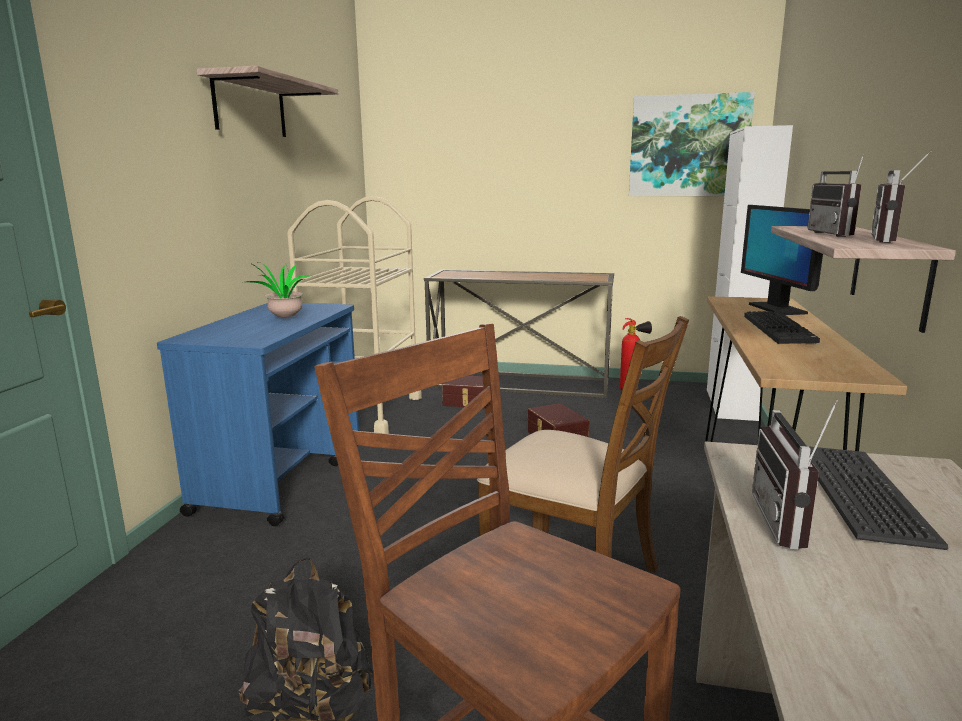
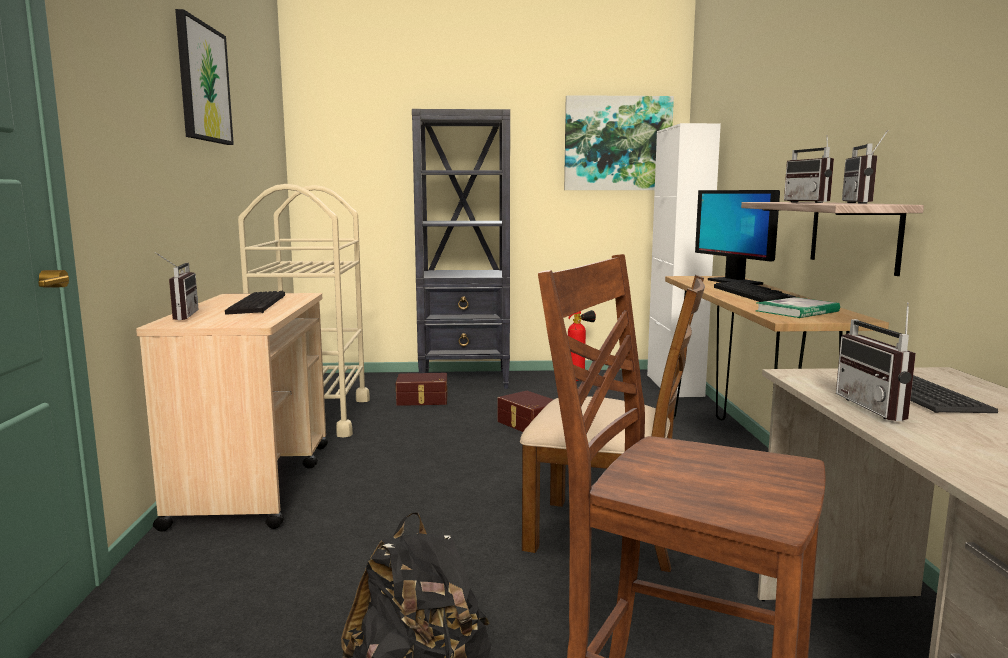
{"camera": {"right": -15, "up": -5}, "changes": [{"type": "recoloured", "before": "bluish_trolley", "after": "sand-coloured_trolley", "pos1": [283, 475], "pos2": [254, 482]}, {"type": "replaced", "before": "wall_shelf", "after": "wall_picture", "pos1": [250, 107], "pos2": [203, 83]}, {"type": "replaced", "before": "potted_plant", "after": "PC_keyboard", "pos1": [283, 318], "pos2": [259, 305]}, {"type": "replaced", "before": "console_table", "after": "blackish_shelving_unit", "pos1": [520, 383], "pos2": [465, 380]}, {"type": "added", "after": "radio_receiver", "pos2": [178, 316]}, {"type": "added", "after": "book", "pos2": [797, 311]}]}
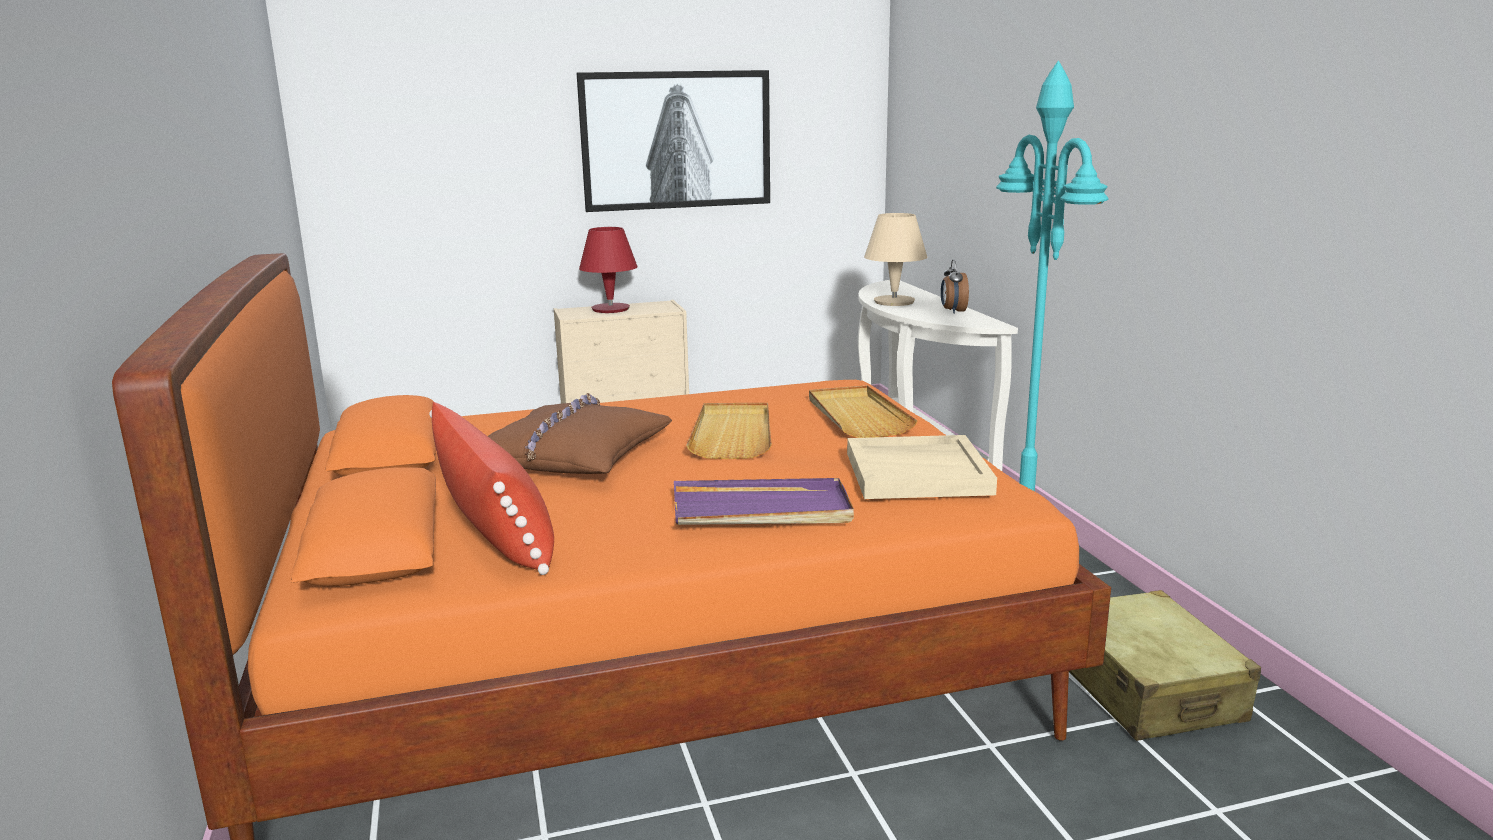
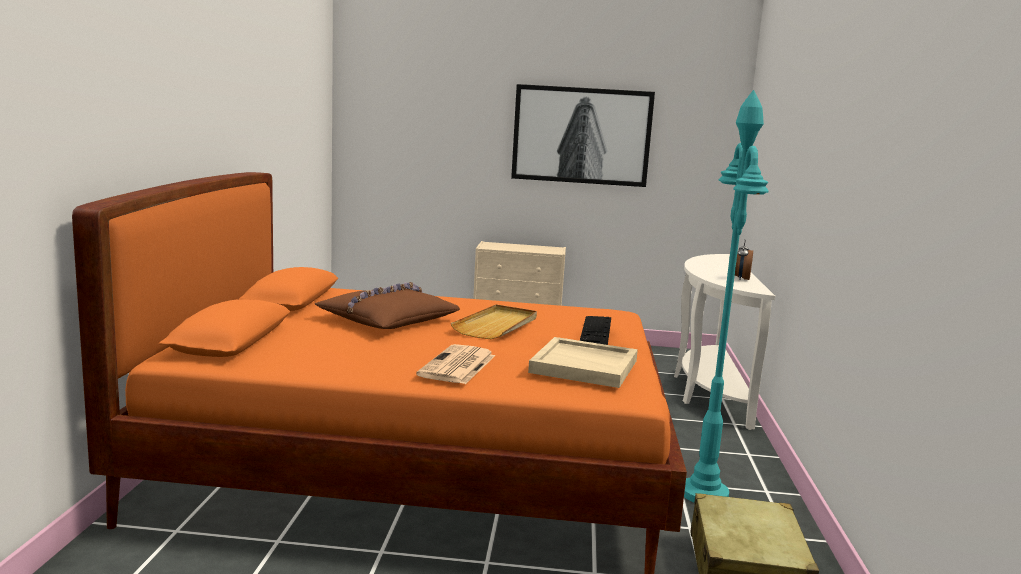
{"camera": {"right": 20, "up": -5}, "changes": [{"type": "removed", "before": "red-coloured_throw_pillow", "pos1": [496, 530]}, {"type": "removed", "before": "red-coloured_lamp_for_a_table", "pos1": [610, 309]}, {"type": "replaced", "before": "purple_serving_tray", "after": "printed_paper", "pos1": [761, 510], "pos2": [457, 366]}, {"type": "replaced", "before": "sand-coloured_serving_tray", "after": "PC_keyboard", "pos1": [857, 416], "pos2": [596, 330]}, {"type": "removed", "before": "sand-coloured_lamp_for_a_table", "pos1": [894, 302]}]}
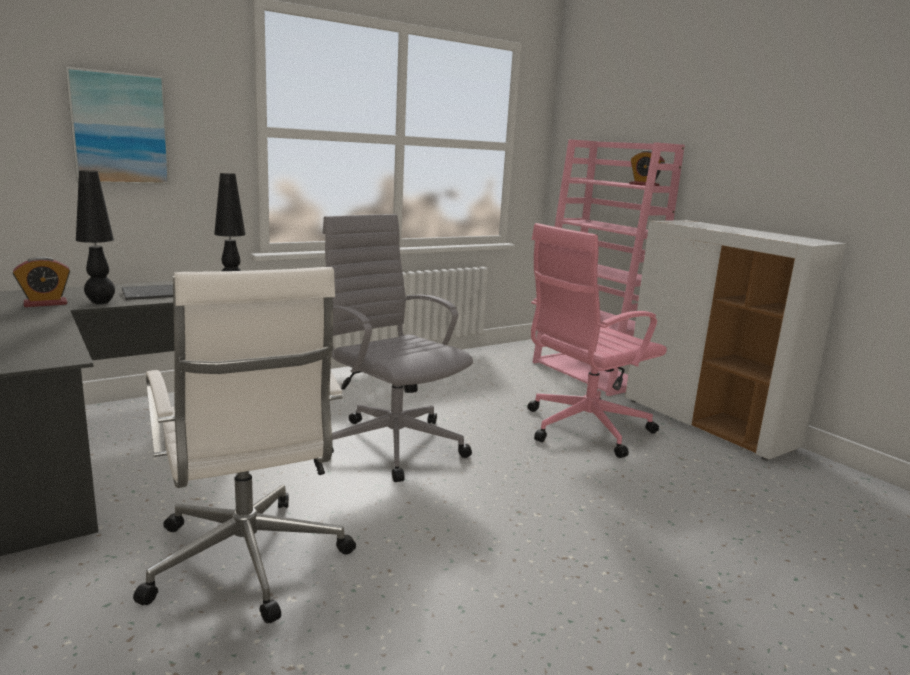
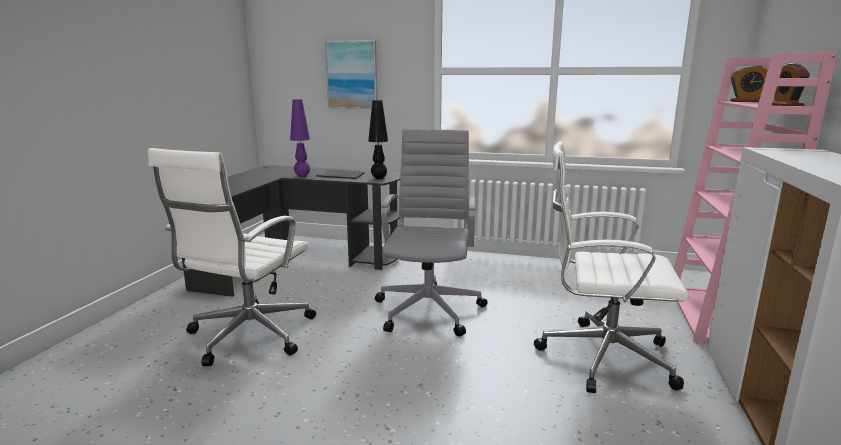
{"camera": {"right": 50, "up": 0}, "changes": [{"type": "moved", "before": "bedside_clock", "pos1": [45, 303], "pos2": [747, 101]}, {"type": "recoloured", "before": "blackish_lamp_for_a_table", "after": "purple_lamp_for_a_table", "pos1": [100, 303], "pos2": [302, 176]}, {"type": "recoloured", "before": "pink-coloured_computer_chair", "after": "white-coloured_computer_chair", "pos1": [583, 429], "pos2": [601, 356]}]}
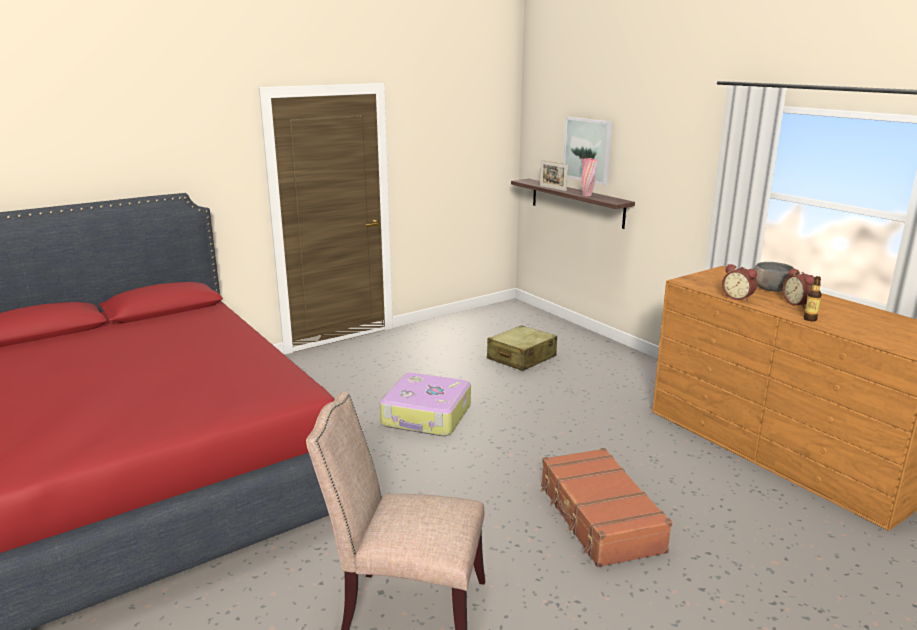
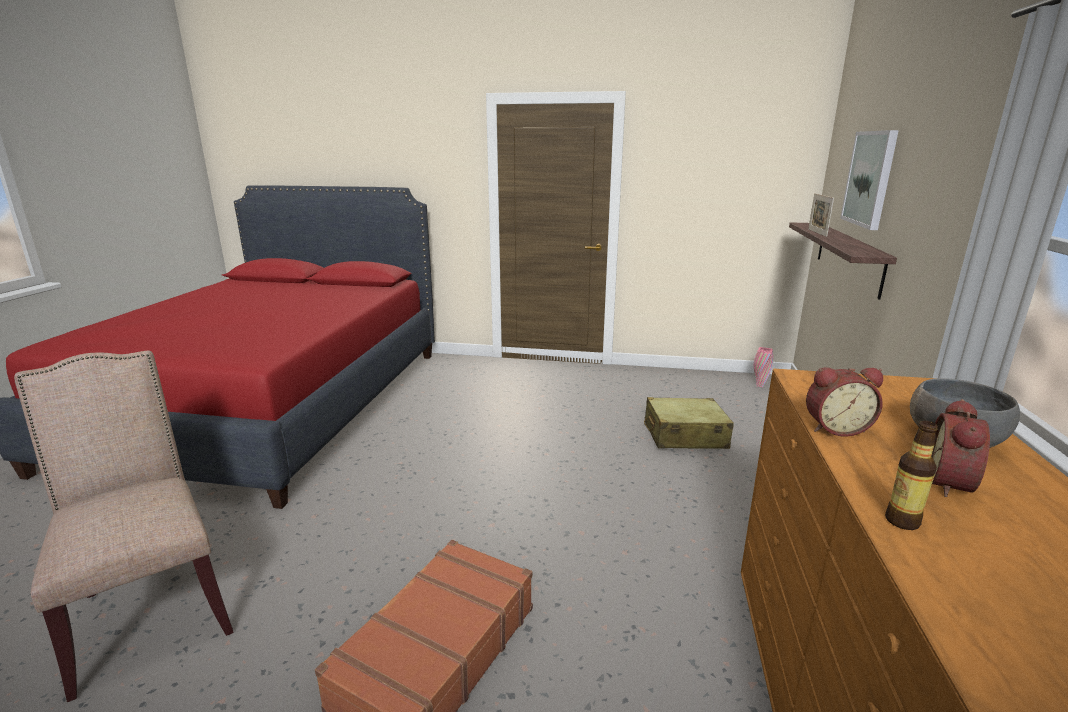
{"camera": {"right": 45, "up": 0}, "changes": [{"type": "removed", "before": "suitcase", "pos1": [427, 416]}, {"type": "moved", "before": "pink-coloured_vase", "pos1": [587, 195], "pos2": [759, 385]}, {"type": "turned", "before": "bedside_clock", "pos1": [738, 297], "pos2": [835, 428], "turn": -90}]}
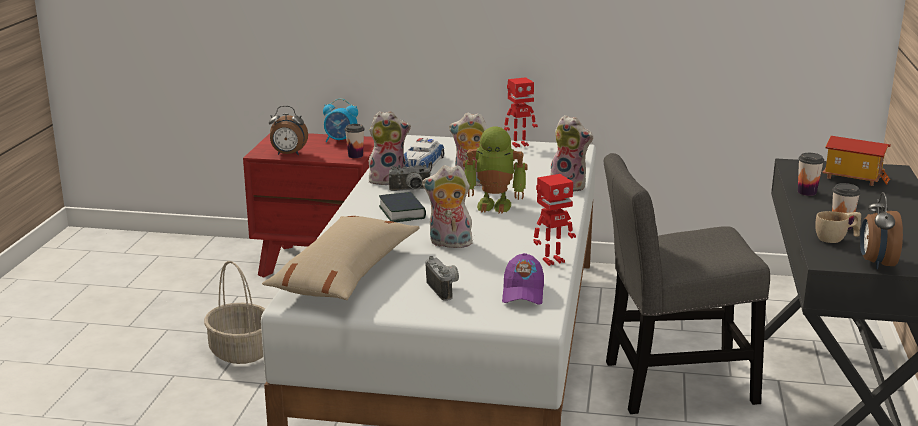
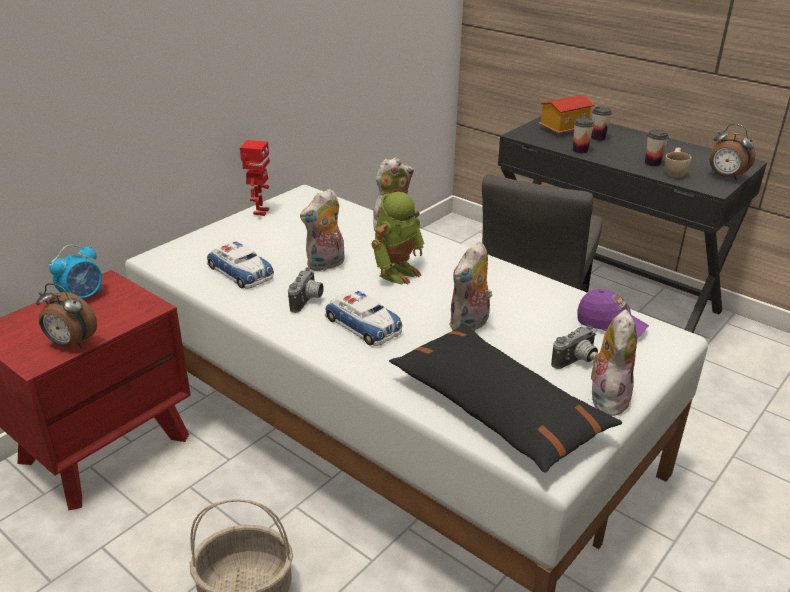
{"camera": {"right": -60, "up": 10}, "changes": [{"type": "recoloured", "before": "sand-coloured_throw_pillow", "after": "blackish_throw_pillow", "pos1": [345, 274], "pos2": [497, 409]}, {"type": "turned", "before": "bedside_clock", "pos1": [288, 154], "pos2": [71, 344], "turn": 75}, {"type": "moved", "before": "drinking_cup", "pos1": [355, 155], "pos2": [598, 138]}, {"type": "moved", "before": "plush_toy", "pos1": [388, 179], "pos2": [606, 397]}, {"type": "replaced", "before": "book", "after": "toy_car", "pos1": [402, 212], "pos2": [363, 325]}, {"type": "turned", "before": "photo_camera", "pos1": [445, 289], "pos2": [577, 361], "turn": 135}, {"type": "removed", "before": "model_robot", "pos1": [552, 260]}]}
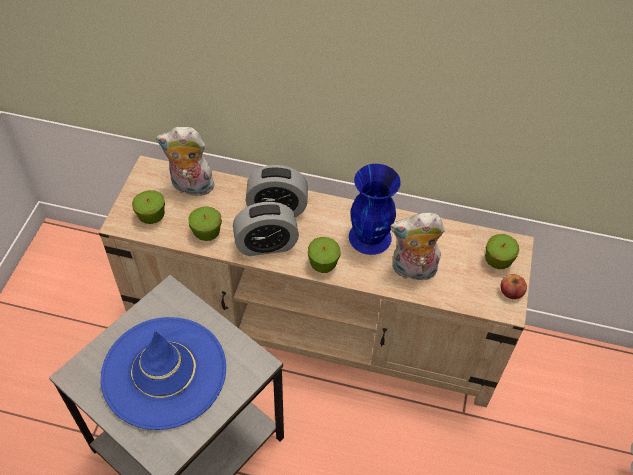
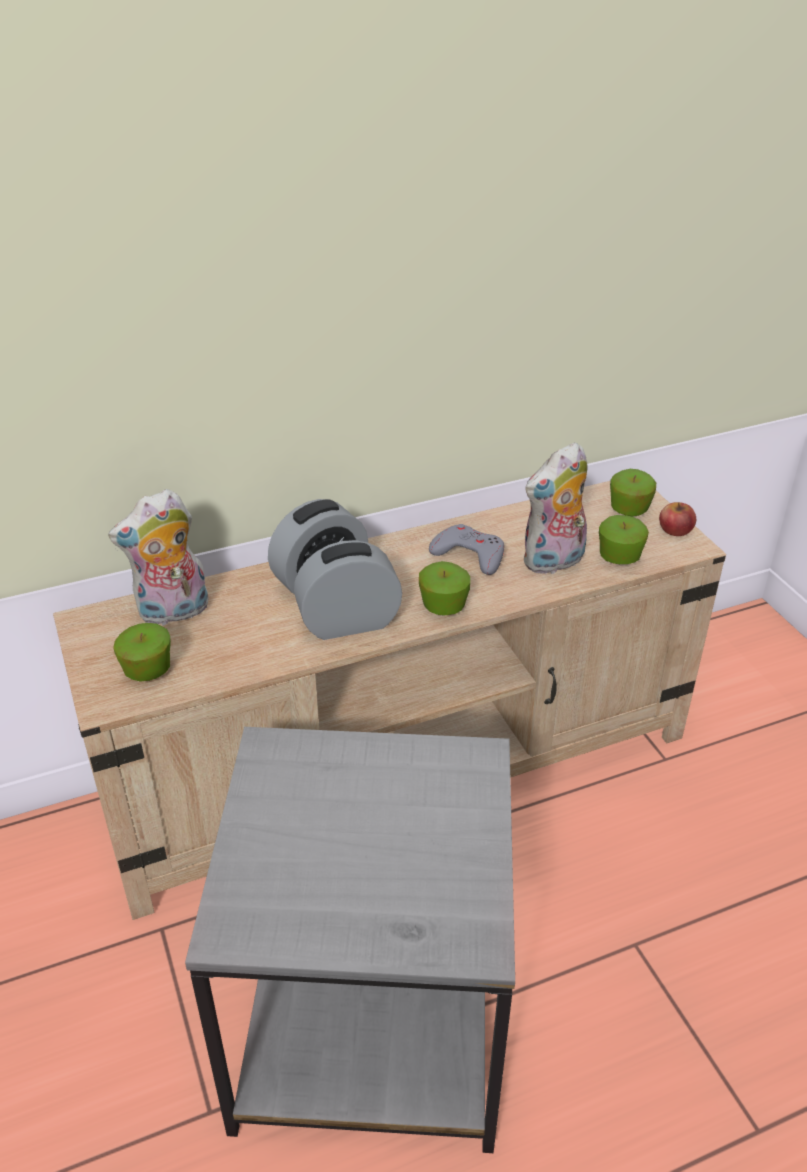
{"camera": {"right": -35, "up": -15}, "changes": [{"type": "removed", "before": "bluish_hat", "pos1": [164, 372]}, {"type": "moved", "before": "apple", "pos1": [207, 232], "pos2": [619, 557]}, {"type": "turned", "before": "bedside_clock", "pos1": [266, 245], "pos2": [349, 623], "turn": -150}, {"type": "replaced", "before": "bluish_vase", "after": "grey_gamepad", "pos1": [370, 237], "pos2": [469, 554]}]}
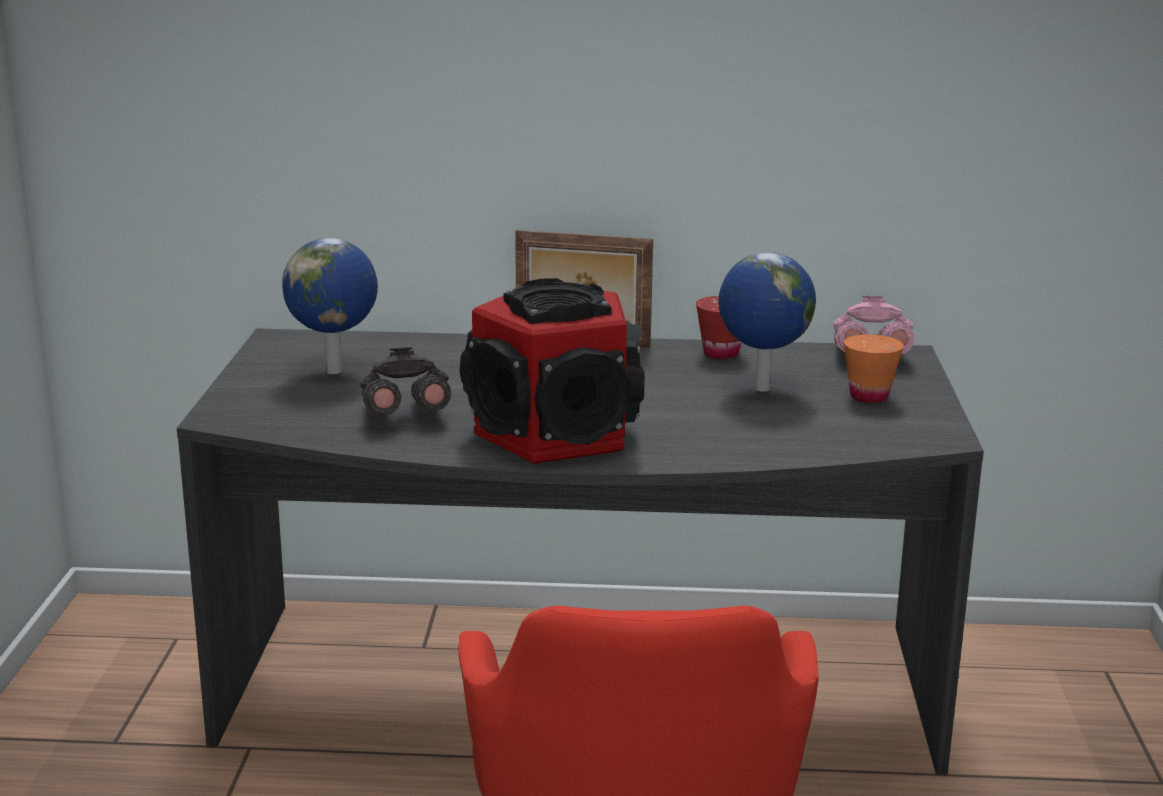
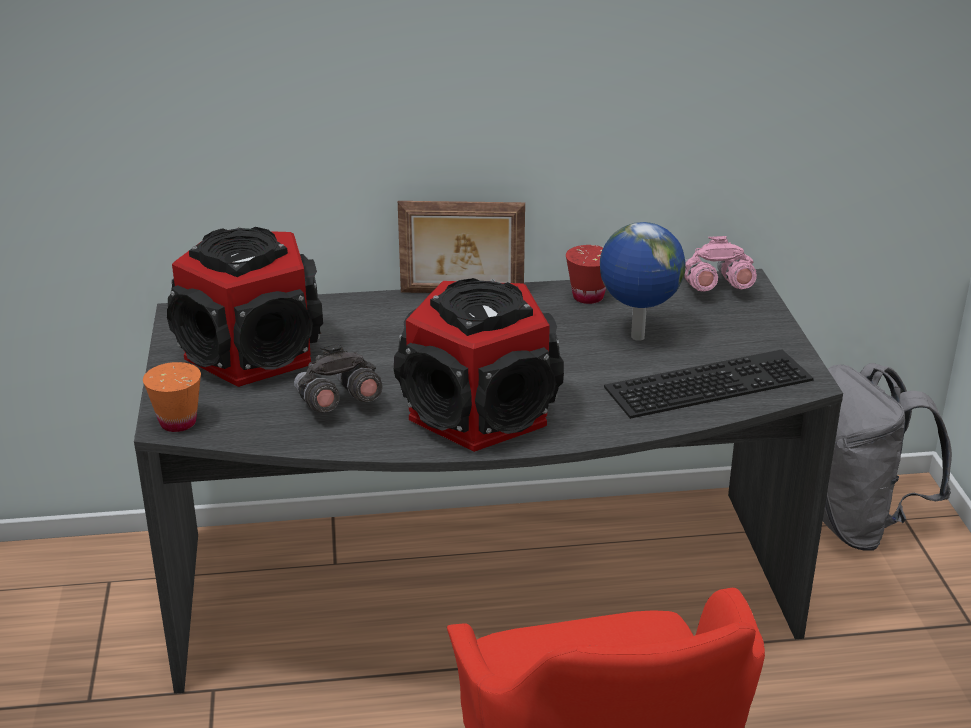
{"camera": {"right": -10, "up": 10}, "changes": [{"type": "replaced", "before": "globe", "after": "loudspeaker", "pos1": [336, 371], "pos2": [254, 353]}, {"type": "moved", "before": "orangey_drinking_cup", "pos1": [869, 397], "pos2": [178, 422]}, {"type": "added", "after": "PC_keyboard", "pos2": [709, 381]}, {"type": "added", "after": "grey_rucksack", "pos2": [857, 523]}]}
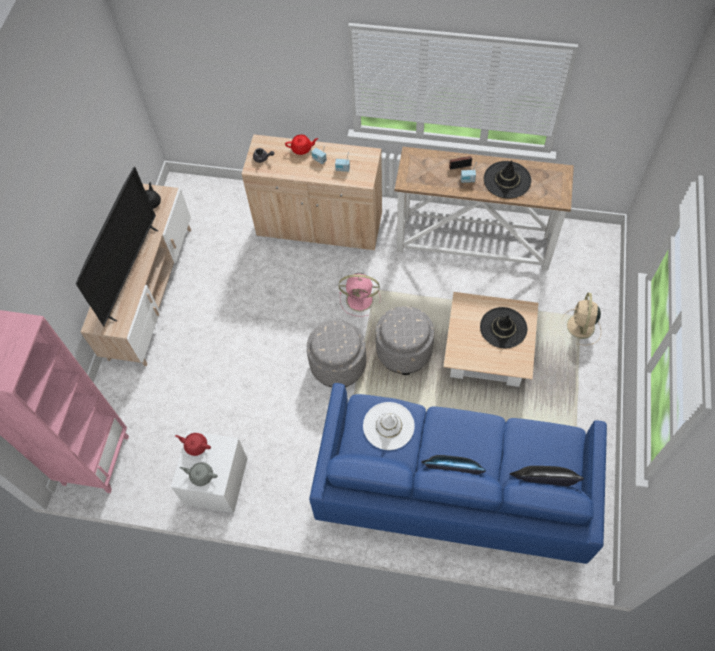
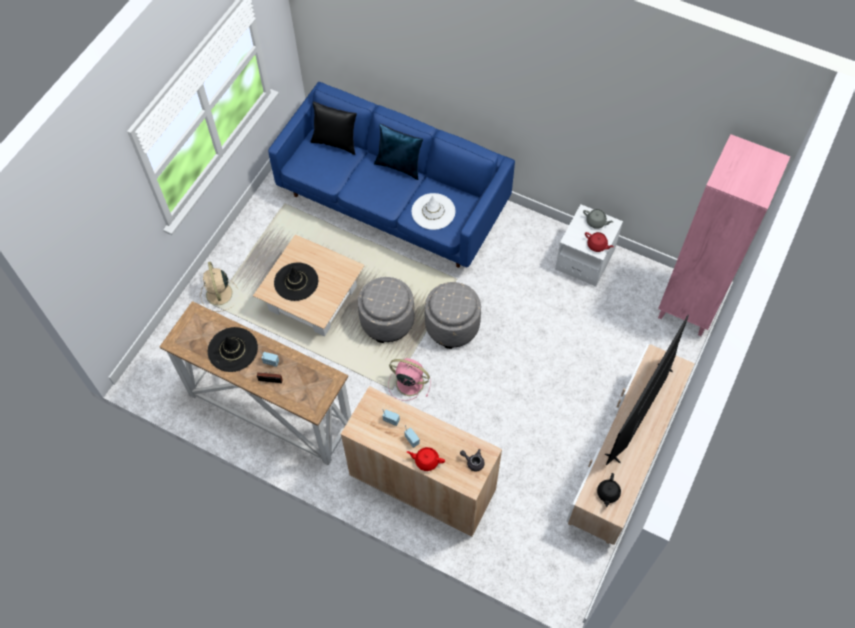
{"camera": {"right": -165, "up": 0}, "changes": [{"type": "turned", "before": "sand-coloured_fan", "pos1": [580, 327], "pos2": [219, 295], "turn": 135}]}
